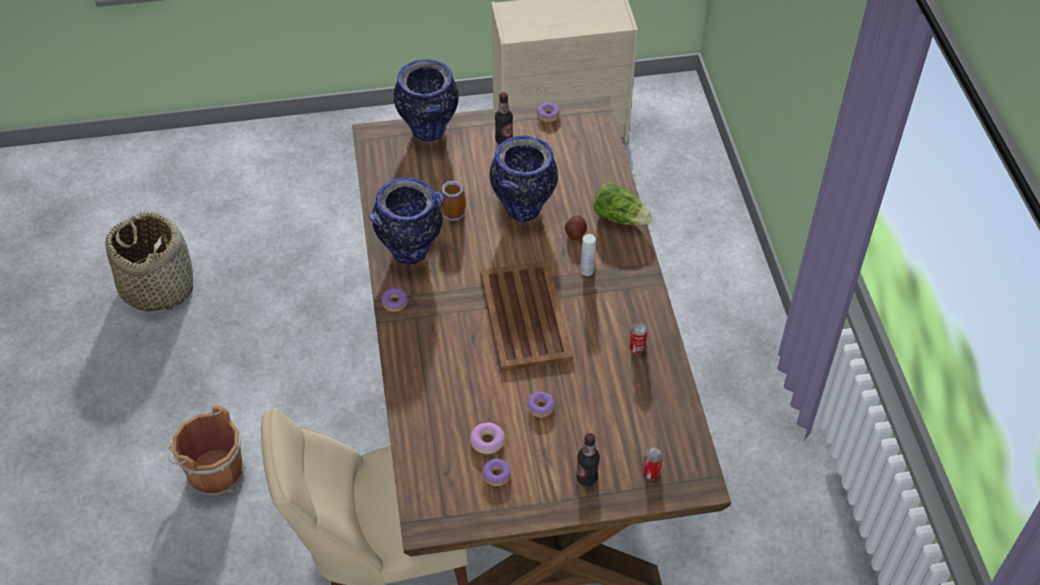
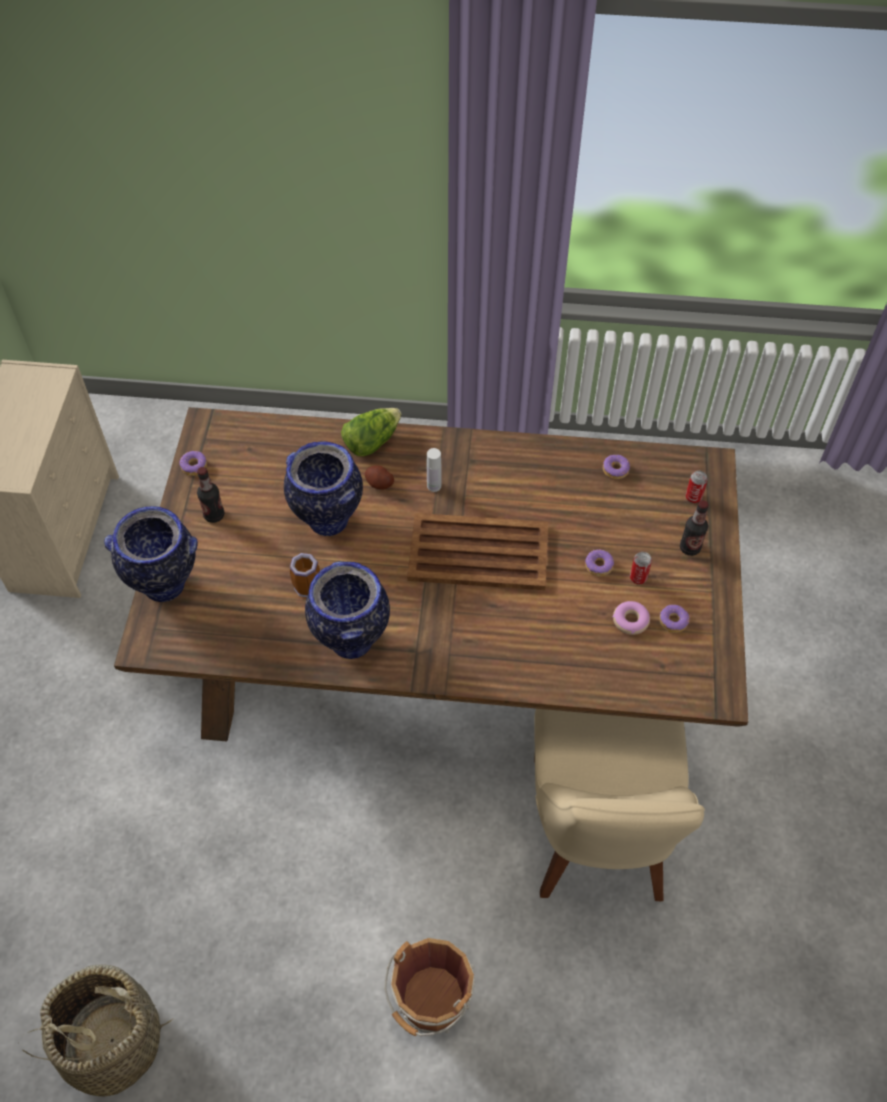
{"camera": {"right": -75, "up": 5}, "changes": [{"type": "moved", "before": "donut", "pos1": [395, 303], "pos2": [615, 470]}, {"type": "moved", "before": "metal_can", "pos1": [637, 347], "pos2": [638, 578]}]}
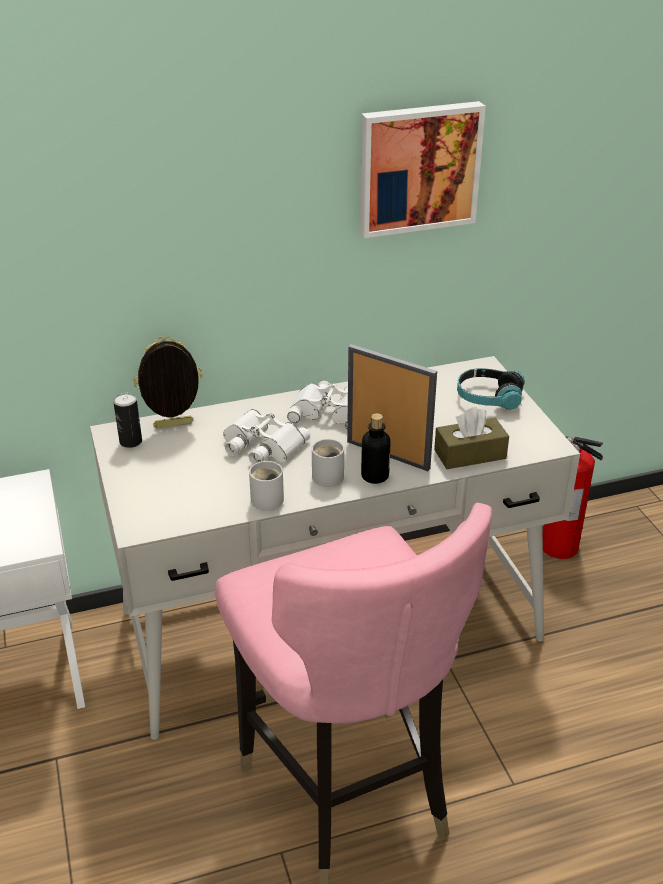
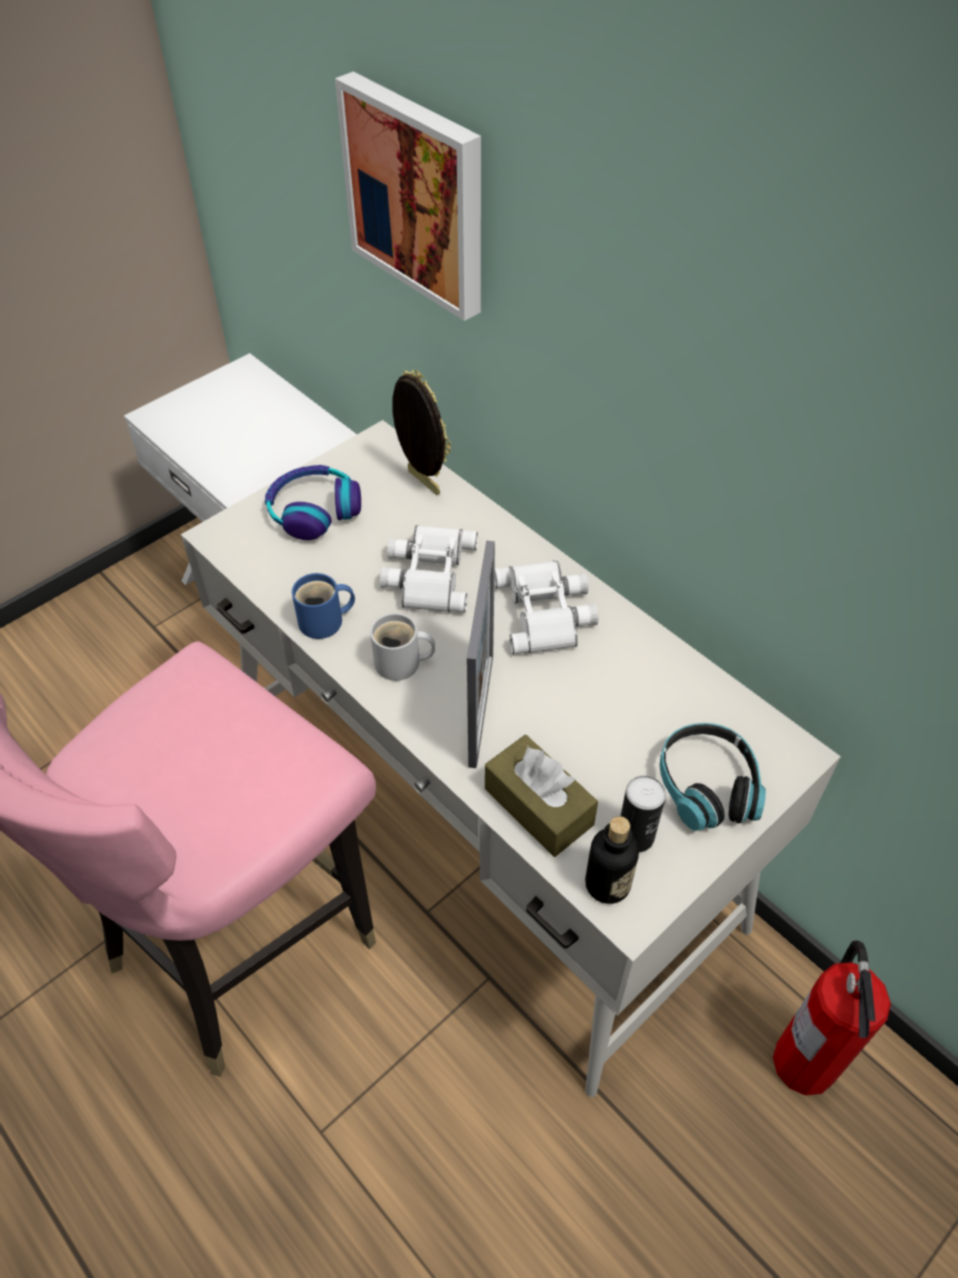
{"camera": {"right": 65, "up": 15}, "changes": [{"type": "moved", "before": "metal_can", "pos1": [130, 441], "pos2": [635, 836]}, {"type": "recoloured", "before": "white-coloured_coffee_mug", "after": "bluish_coffee_mug", "pos1": [269, 498], "pos2": [325, 622]}, {"type": "moved", "before": "wall_picture", "pos1": [418, 168], "pos2": [418, 195]}, {"type": "moved", "before": "drink_bottle", "pos1": [375, 476], "pos2": [607, 884]}, {"type": "added", "after": "headphones", "pos2": [314, 510]}]}
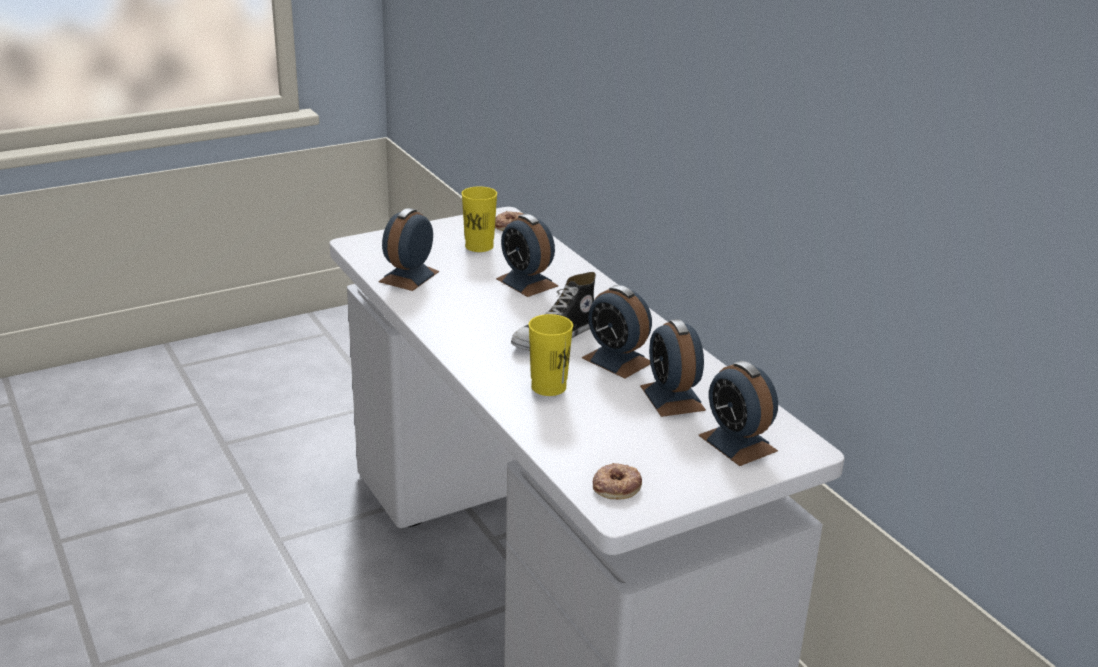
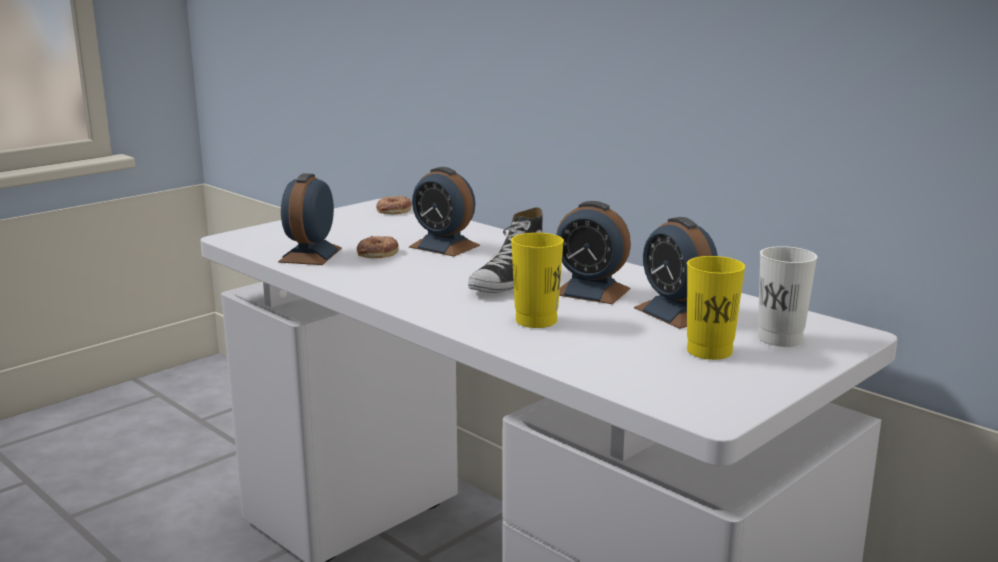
{"camera": {"right": -15, "up": -10}, "changes": [{"type": "moved", "before": "yellow_drinking_cup", "pos1": [479, 246], "pos2": [709, 351]}, {"type": "moved", "before": "donut", "pos1": [616, 486], "pos2": [377, 252]}, {"type": "replaced", "before": "bedside_clock", "after": "white-coloured_drinking_cup", "pos1": [737, 443], "pos2": [780, 339]}]}
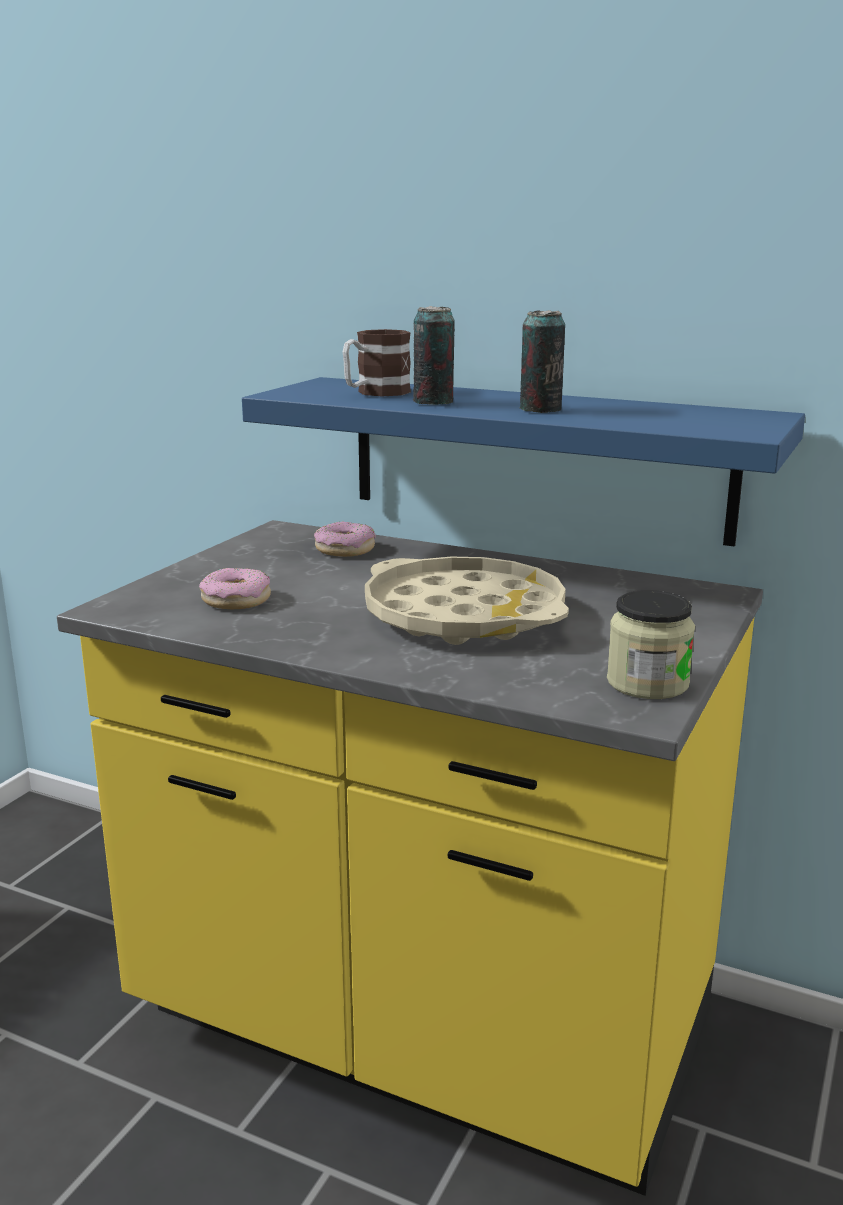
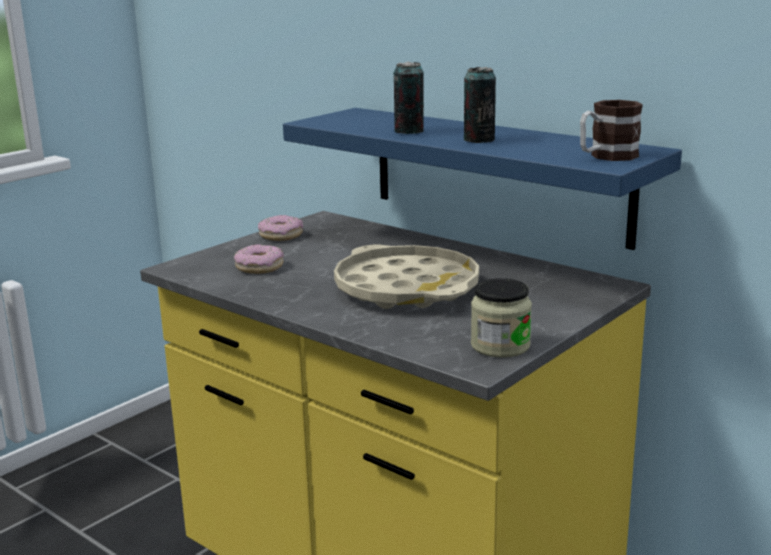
{"camera": {"right": 15, "up": 0}, "changes": [{"type": "moved", "before": "donut", "pos1": [345, 549], "pos2": [281, 235]}, {"type": "moved", "before": "coffee_mug", "pos1": [375, 393], "pos2": [606, 157]}]}
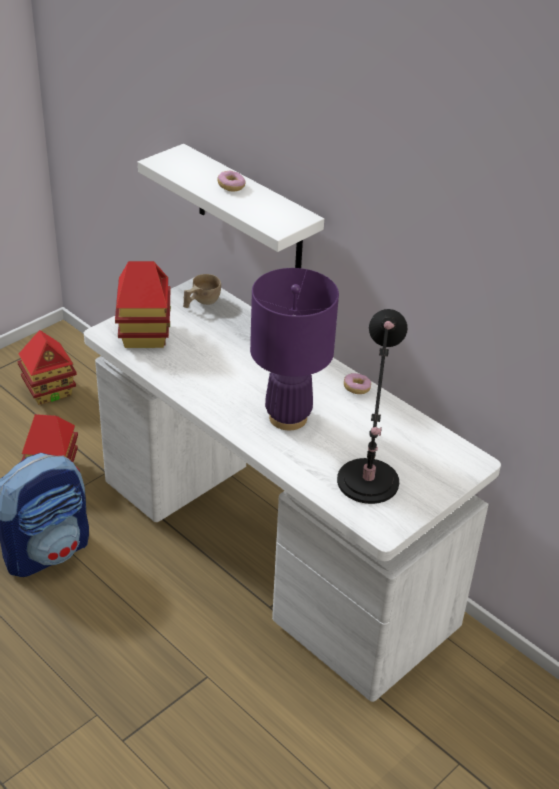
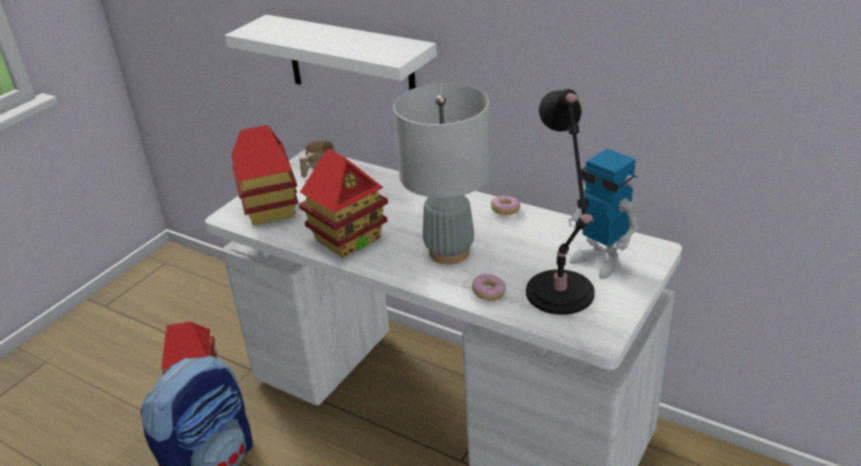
{"camera": {"right": -10, "up": -5}, "changes": [{"type": "moved", "before": "model_house", "pos1": [49, 391], "pos2": [348, 239]}, {"type": "moved", "before": "donut", "pos1": [231, 187], "pos2": [489, 293]}, {"type": "recoloured", "before": "purple_lamp_for_a_table", "after": "grey_lamp_for_a_table", "pos1": [288, 417], "pos2": [449, 251]}, {"type": "added", "after": "model_robot", "pos2": [600, 260]}]}
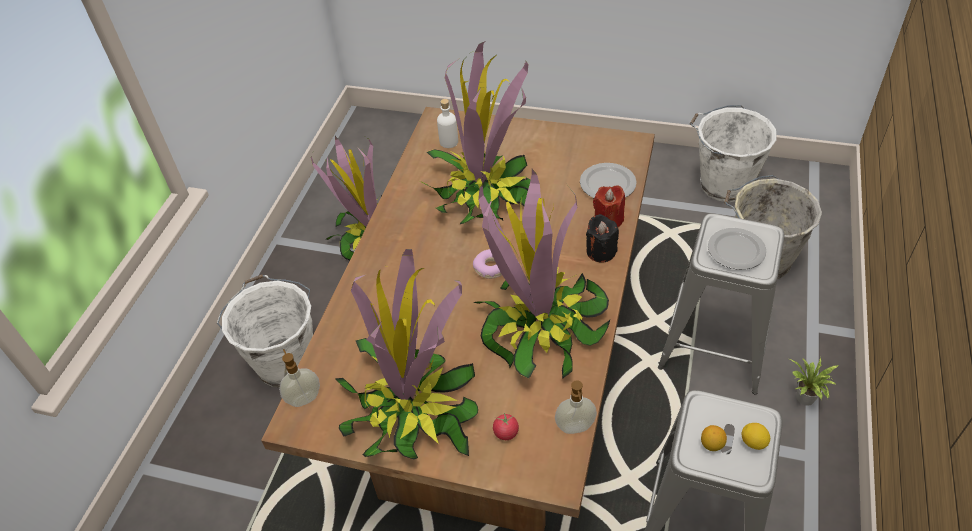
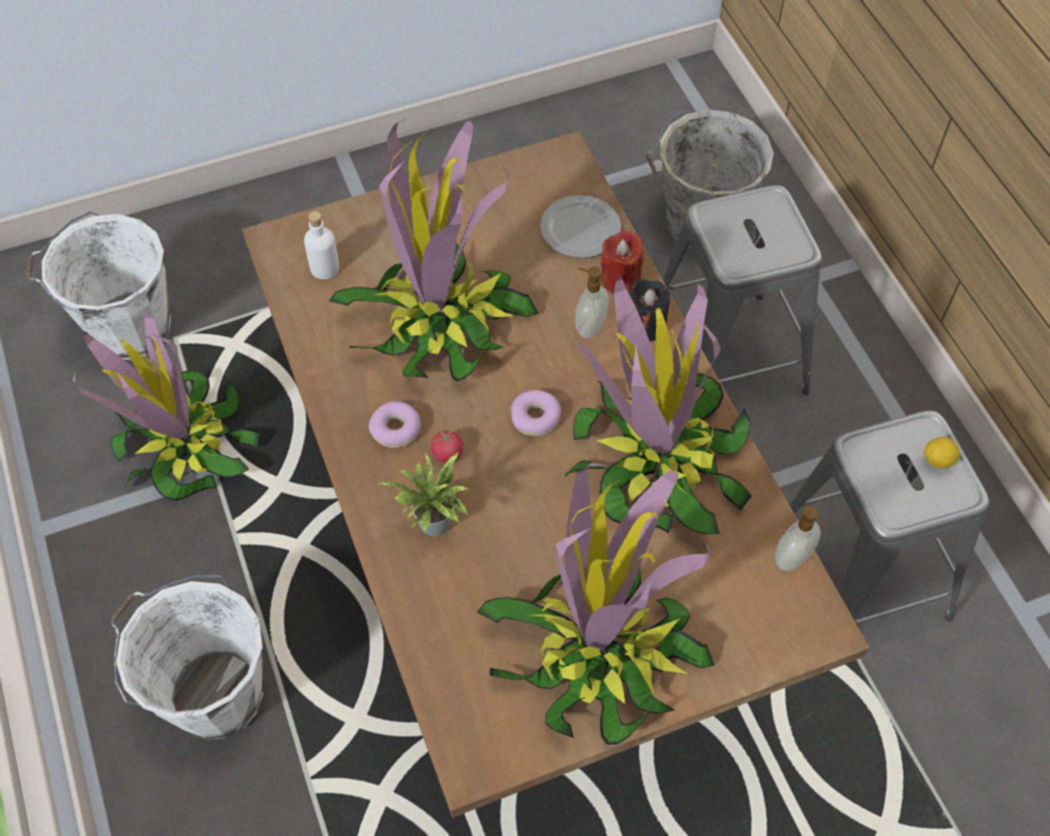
{"camera": {"right": -40, "up": 10}, "changes": [{"type": "moved", "before": "liquid_soap_bottle", "pos1": [304, 398], "pos2": [589, 326]}, {"type": "moved", "before": "tomato", "pos1": [506, 432], "pos2": [447, 453]}, {"type": "moved", "before": "white-coloured_pail", "pos1": [723, 184], "pos2": [127, 328]}, {"type": "removed", "before": "whole_lemon", "pos1": [711, 444]}, {"type": "removed", "before": "dinner_plate", "pos1": [737, 251]}, {"type": "moved", "before": "potted_plant", "pos1": [804, 400], "pos2": [435, 526]}, {"type": "added", "after": "donut", "pos2": [396, 429]}]}
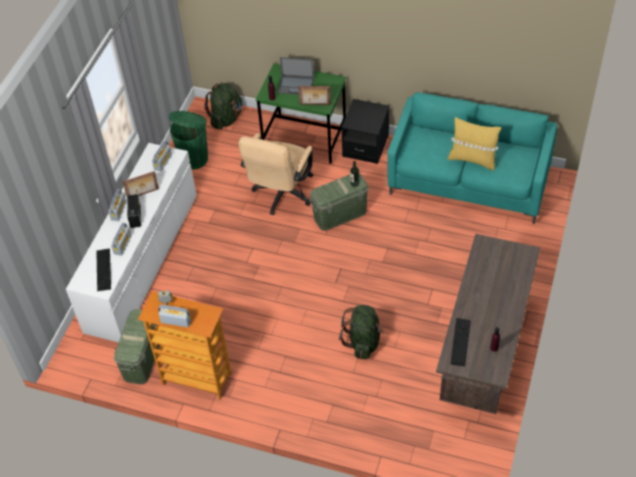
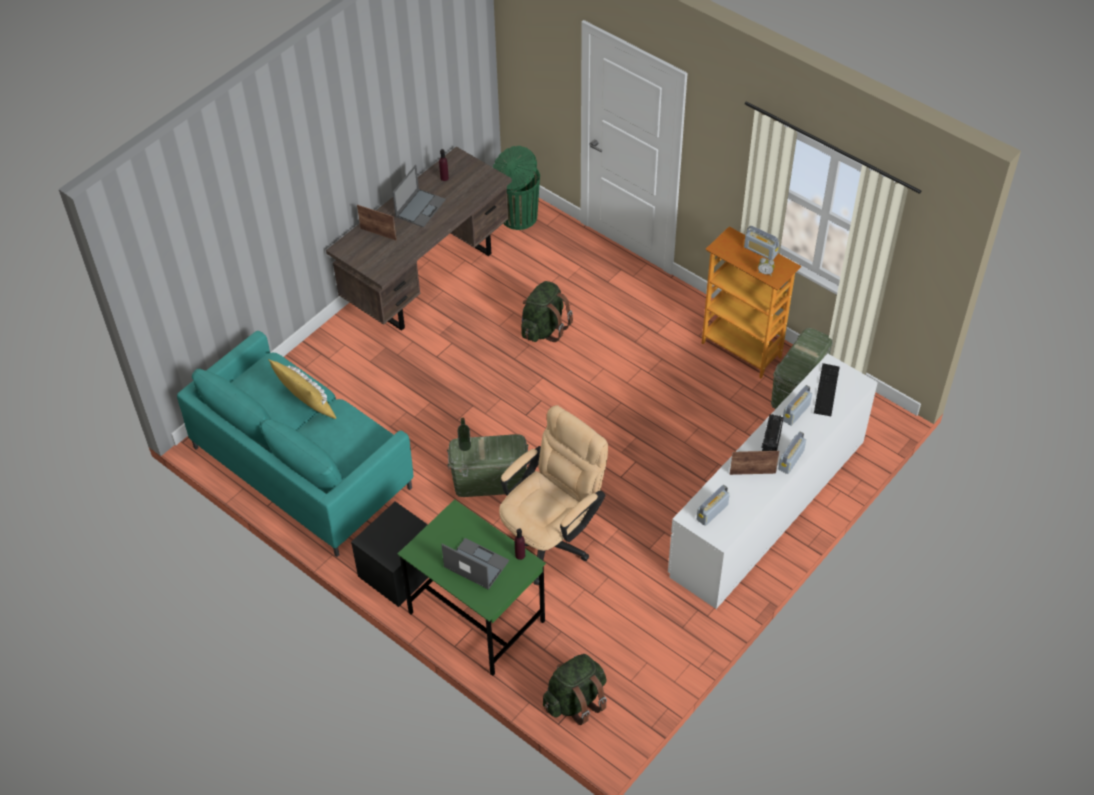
{"camera": {"right": -160, "up": 0}, "changes": [{"type": "moved", "before": "greenish_rubbish_bin", "pos1": [194, 158], "pos2": [517, 217]}, {"type": "moved", "before": "picture_frame", "pos1": [315, 105], "pos2": [378, 233]}, {"type": "removed", "before": "PC_keyboard", "pos1": [460, 342]}, {"type": "added", "after": "notebook_computer", "pos2": [420, 207]}]}
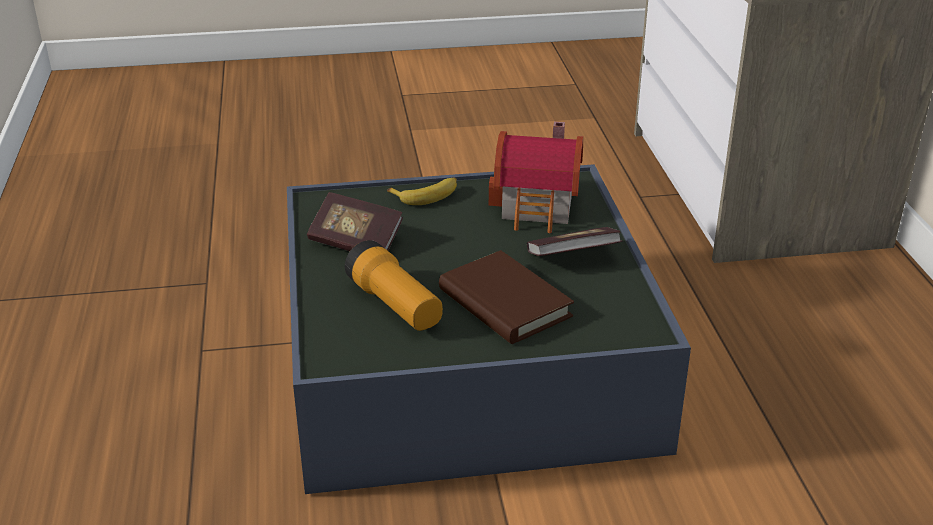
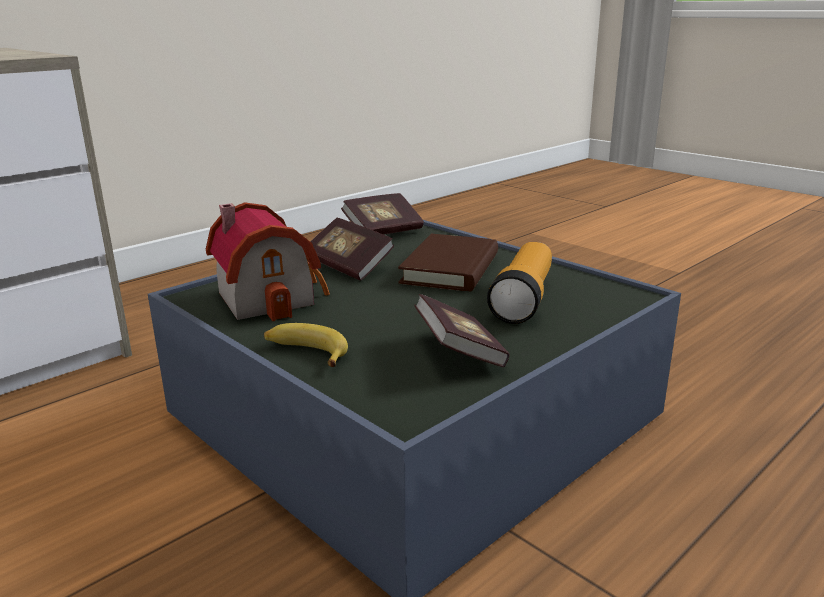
{"camera": {"right": -125, "up": -10}, "changes": [{"type": "added", "after": "book", "pos2": [383, 231]}]}
